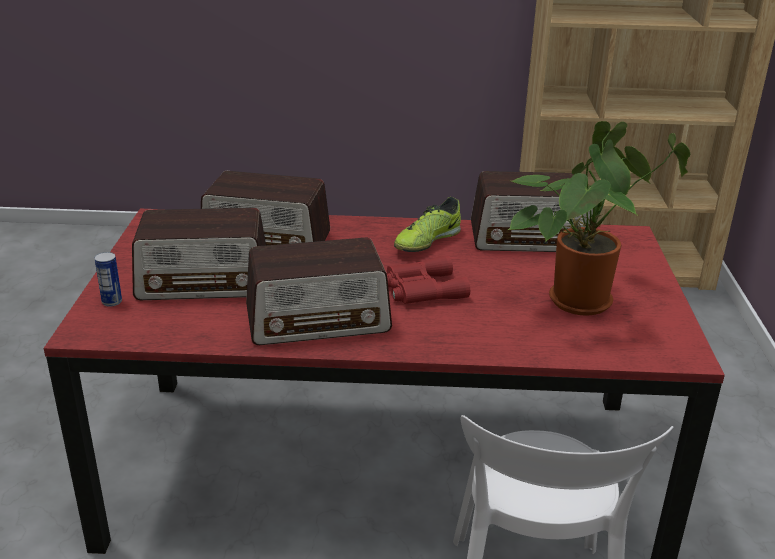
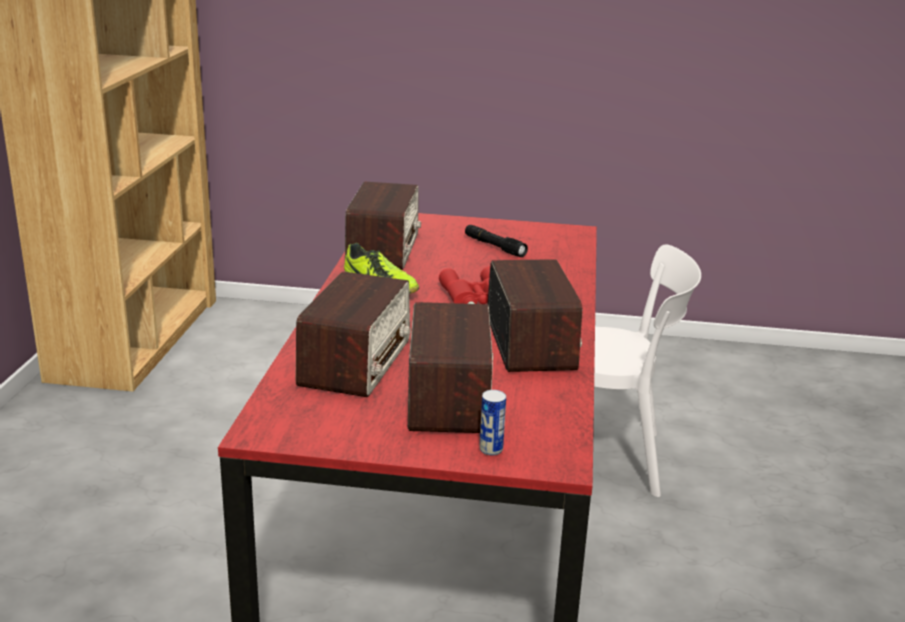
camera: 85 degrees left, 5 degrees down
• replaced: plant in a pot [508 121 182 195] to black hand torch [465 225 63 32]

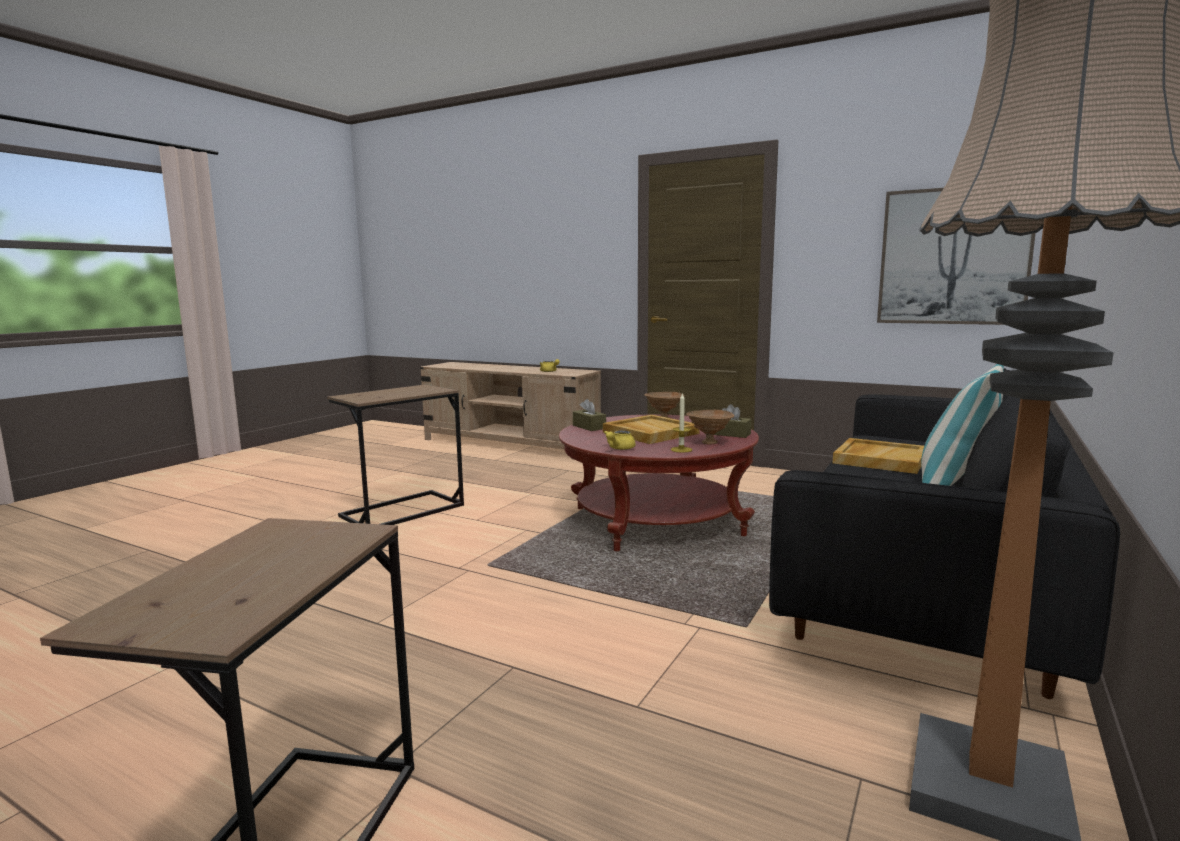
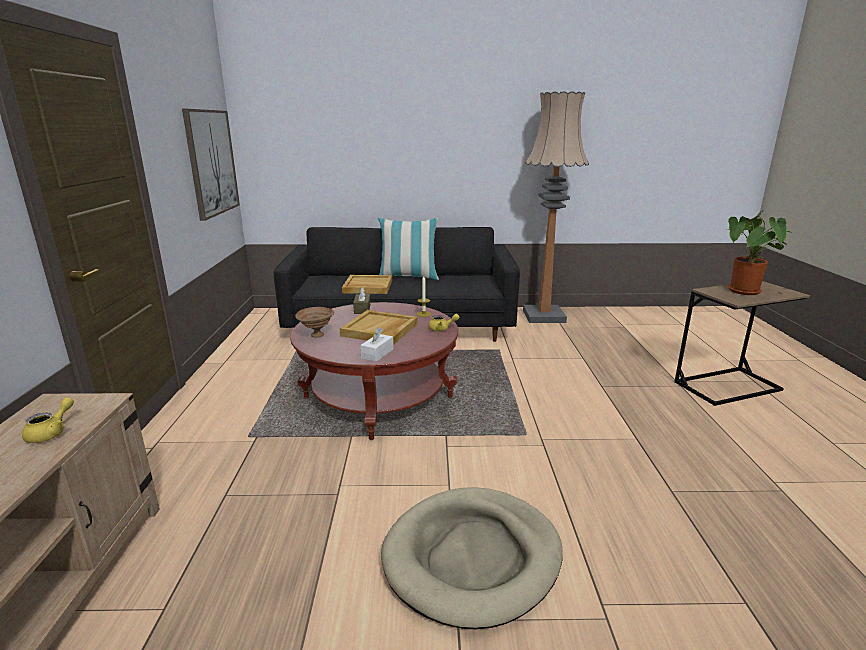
camera: 120 degrees left, 10 degrees up
• replaced: brown-coloured end table [327 385 137 140] to beige-coloured pet bed [381 487 182 142]
• recoloured: brown-coloured tissue box [573 399 33 32] to whitish tissue box [360 328 33 34]
• removed: brown-coloured bowl [686 410 48 34]
• added: plant in a pot [728 210 65 85]

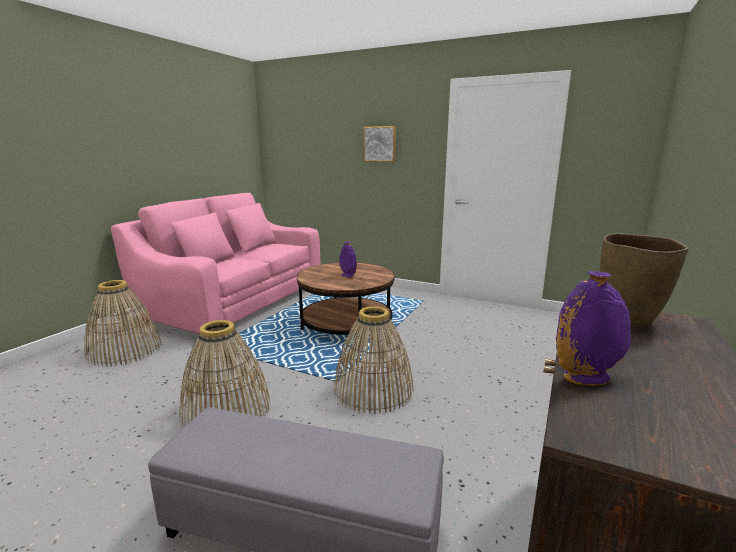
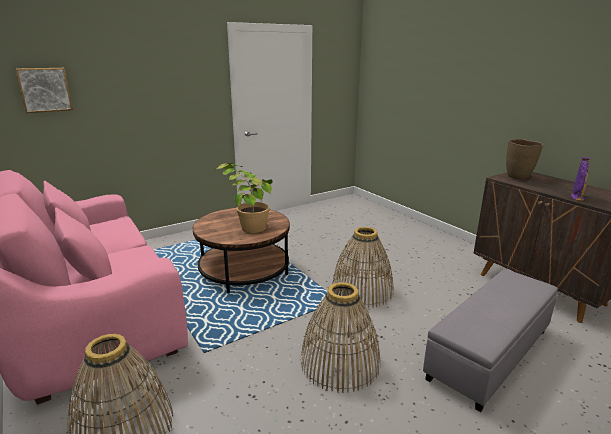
camera: 60 degrees left, 5 degrees up
• moved: wall picture [364 126 32 36] to [15 68 58 45]
• replaced: purple flower vase [339 242 18 36] to plant in a pot [215 163 58 70]

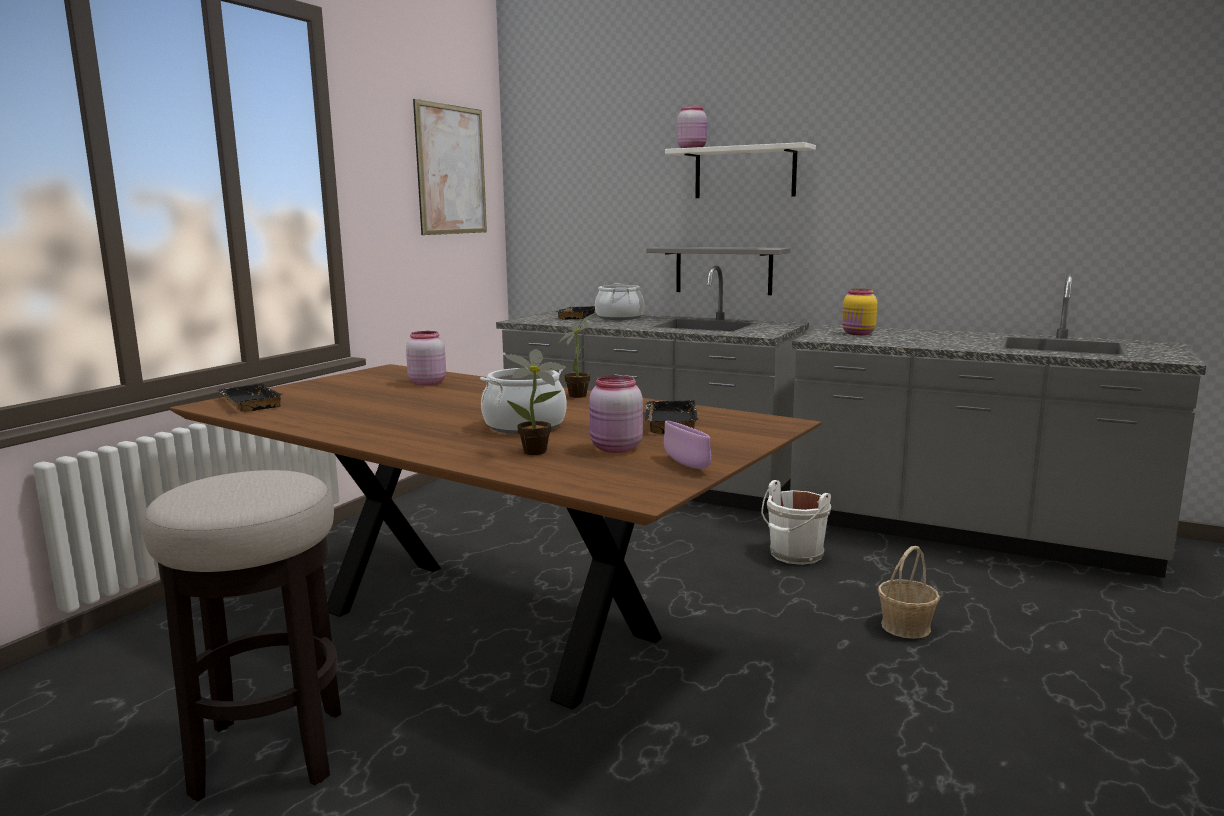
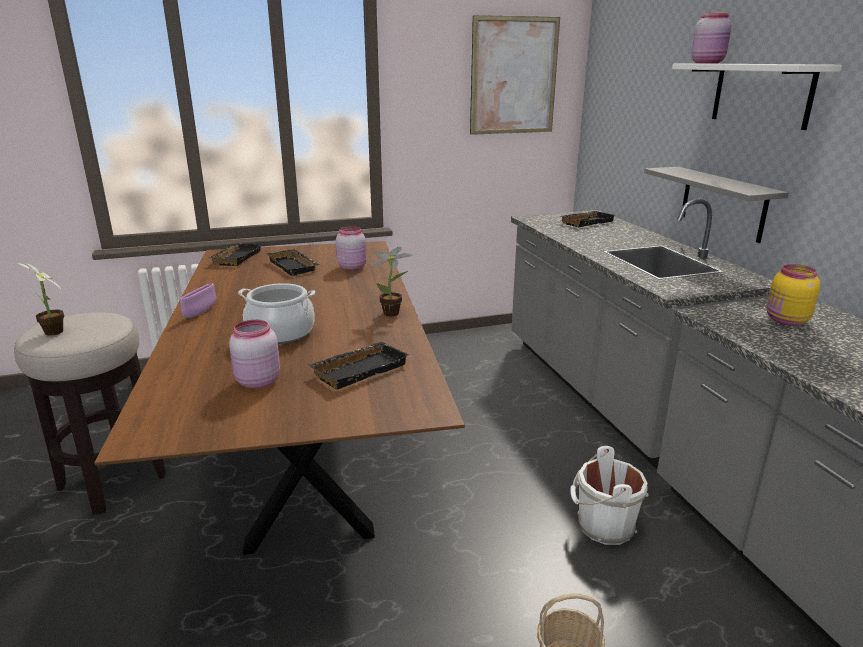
camera: 45 degrees right, 10 degrees up
• removed: stockpot [595 283 49 37]
• moved: plant in a pot [505 349 61 106] to [17 262 47 74]
• moved: purple bowl [664 421 47 48] to [180 283 36 35]
• added: black serving tray [266 249 53 27]

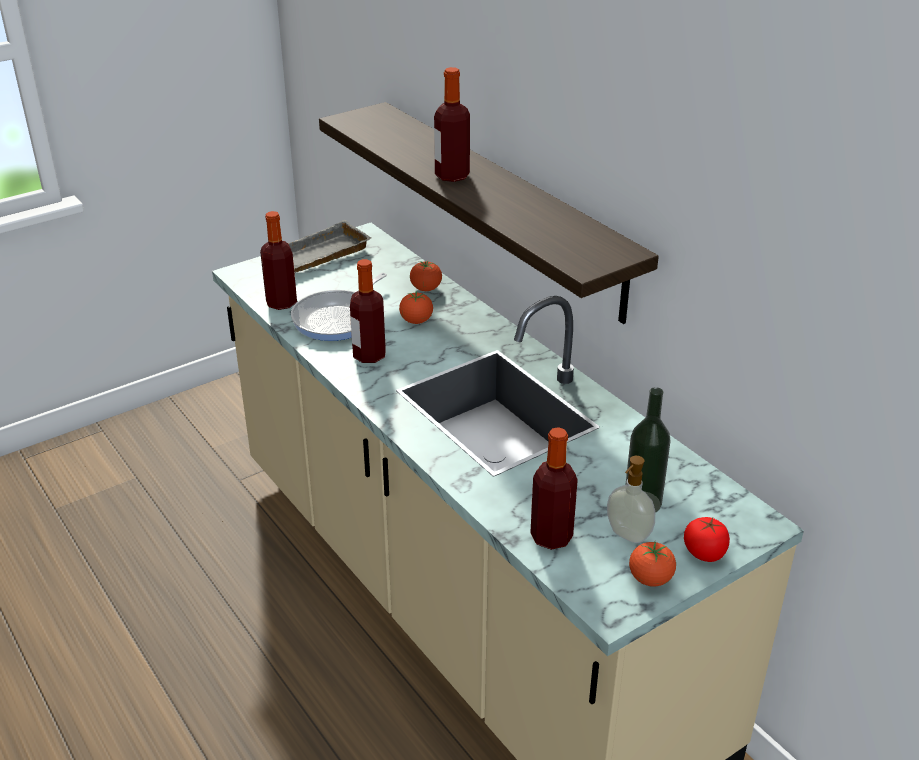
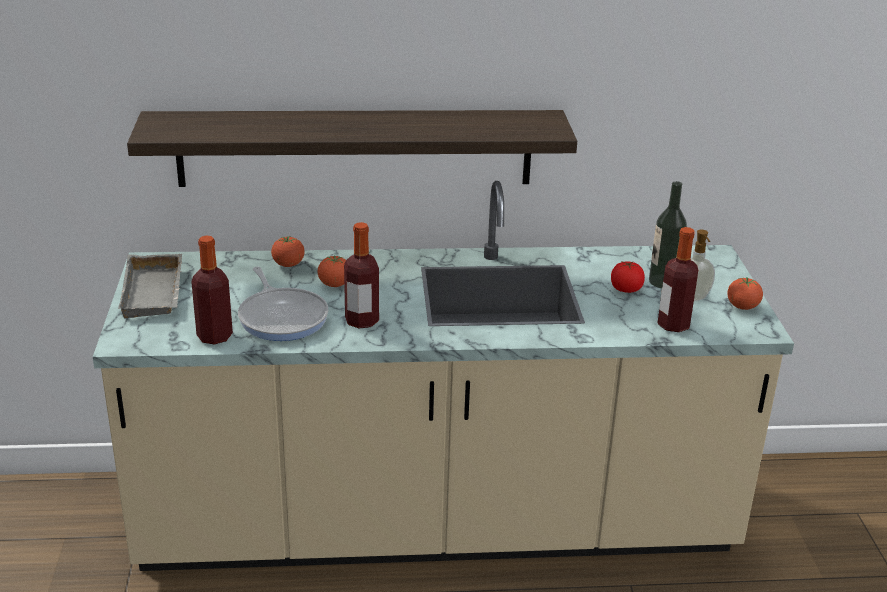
camera: 60 degrees left, 5 degrees down
• removed: beverage bottle [434 67 36 115]
• moved: tomato [684 517 46 45] to [611 261 34 32]

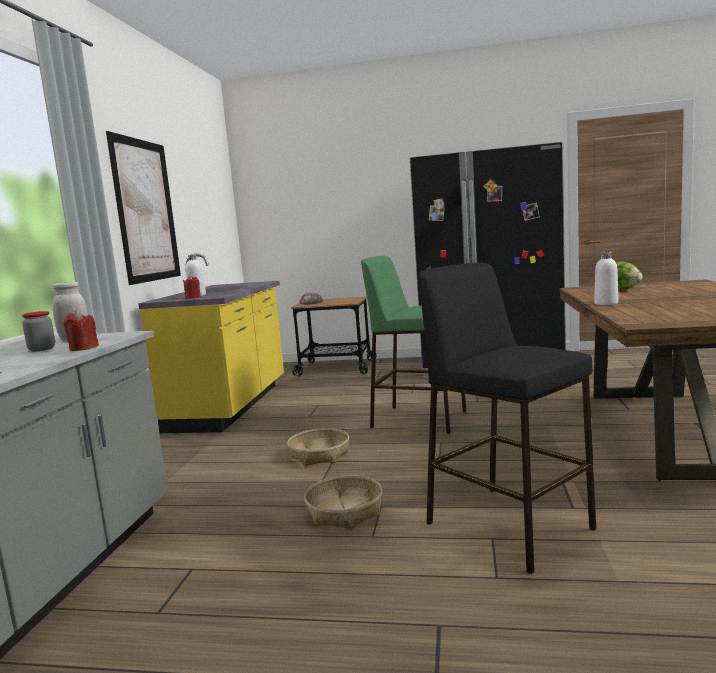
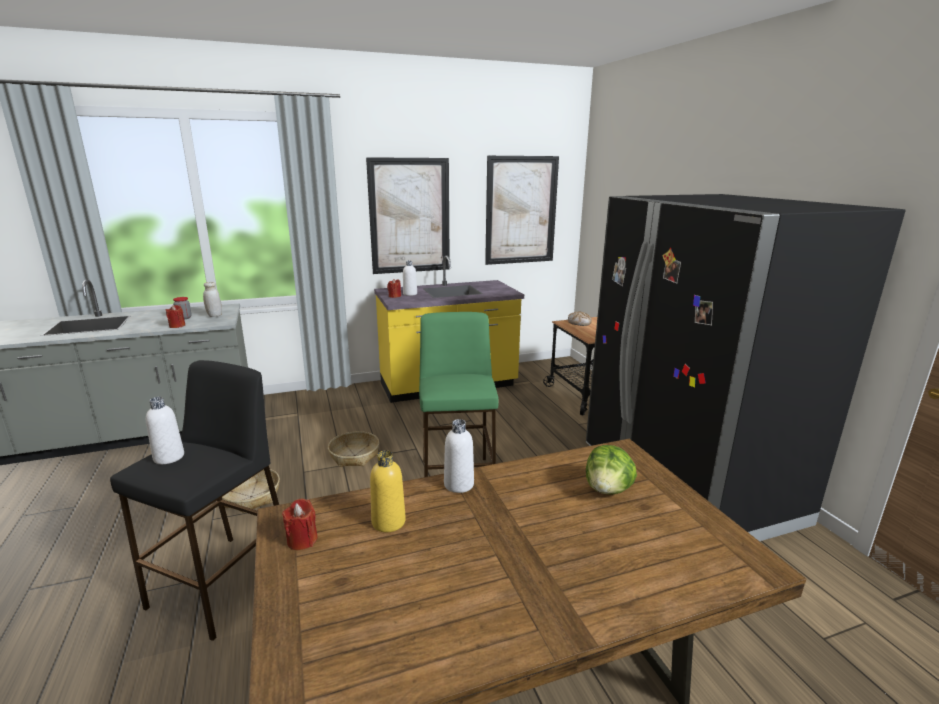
camera: 60 degrees right, 10 degrees up
• added: wall picture [485 156 74 109]
• added: whitish beverage bottle [146 397 38 67]
• added: yellow-coloured beverage bottle [370 450 36 82]
• added: reddish wax light [282 499 36 51]

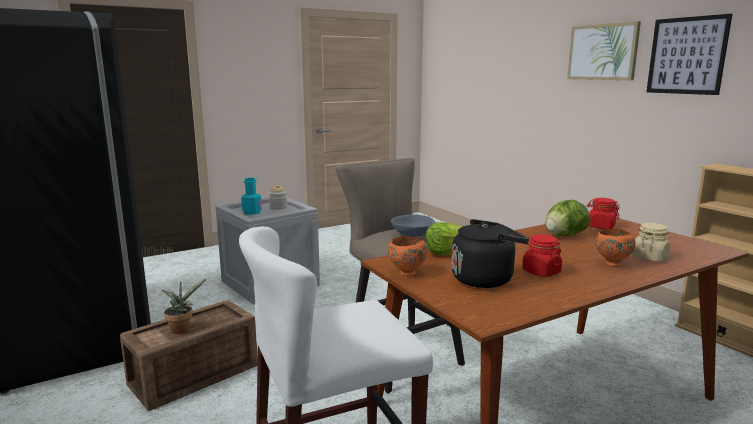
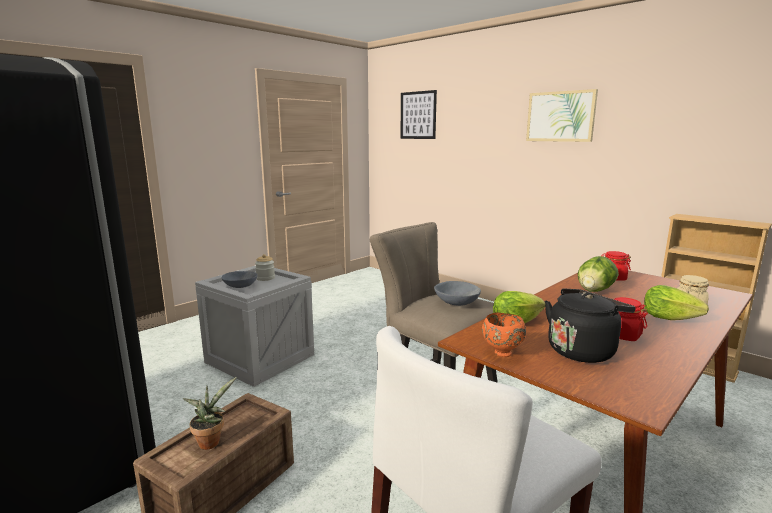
camera: 15 degrees left, 0 degrees up
• moved: wall picture [646 14 86 81] to [400 90 37 49]
• replaced: turquoise beverage bottle [241 178 21 37] to greyish bowl [222 271 36 17]
• replaced: orangey bowl [595 229 41 38] to head of lettuce [644 285 65 35]

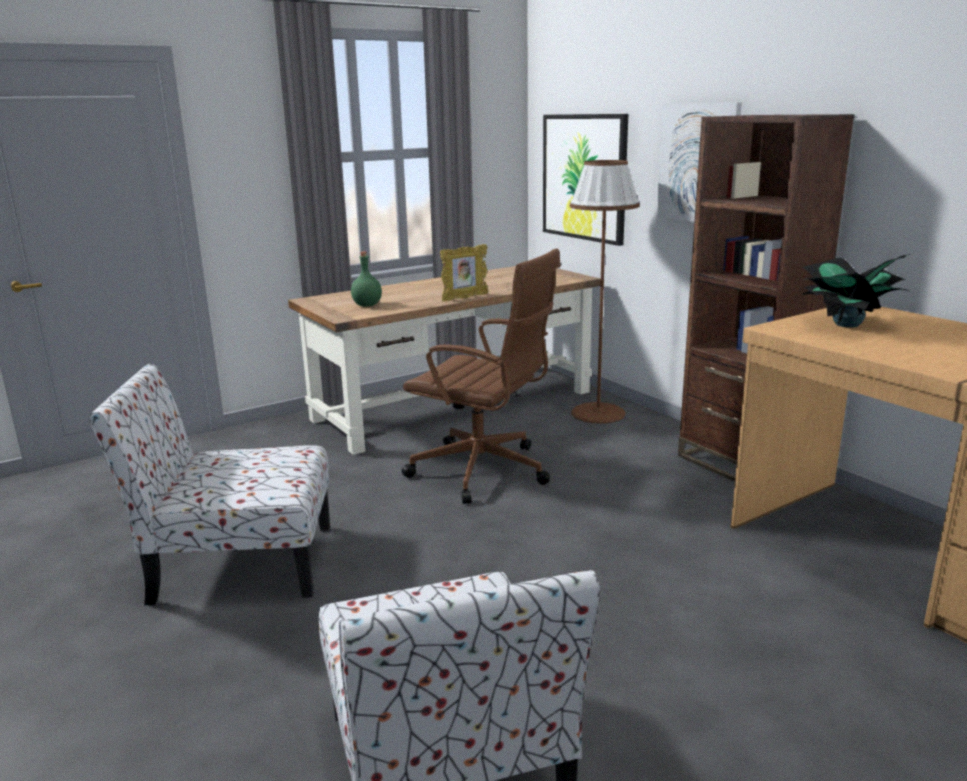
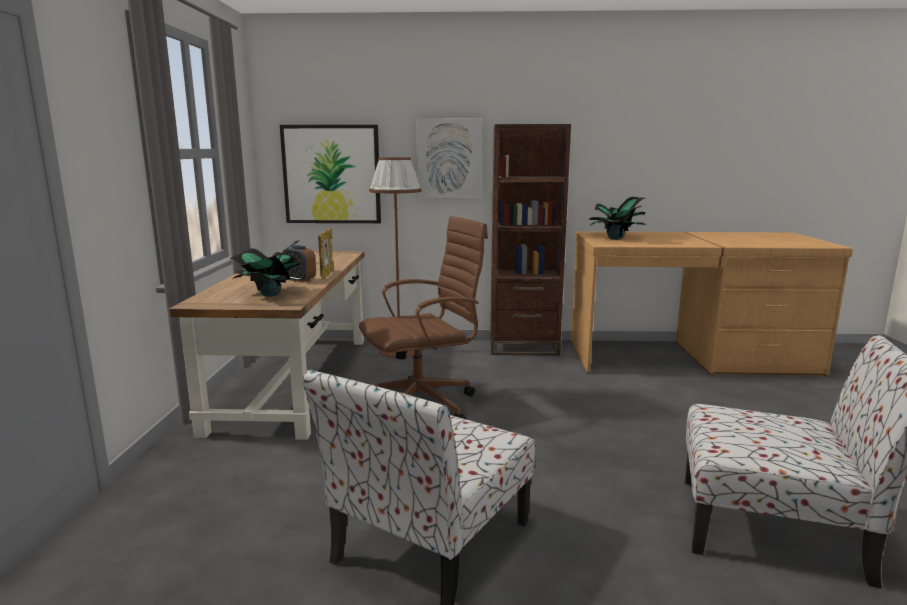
camera: 55 degrees left, 5 degrees down
• replaced: greenish beverage bottle [351 252 31 54] to plant in a pot [229 240 75 56]
• added: bedside clock [282 245 34 37]

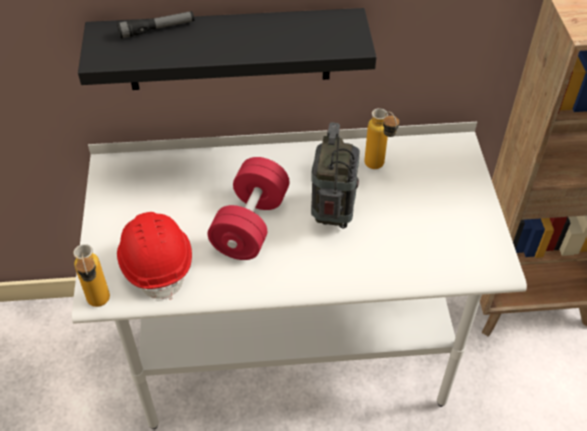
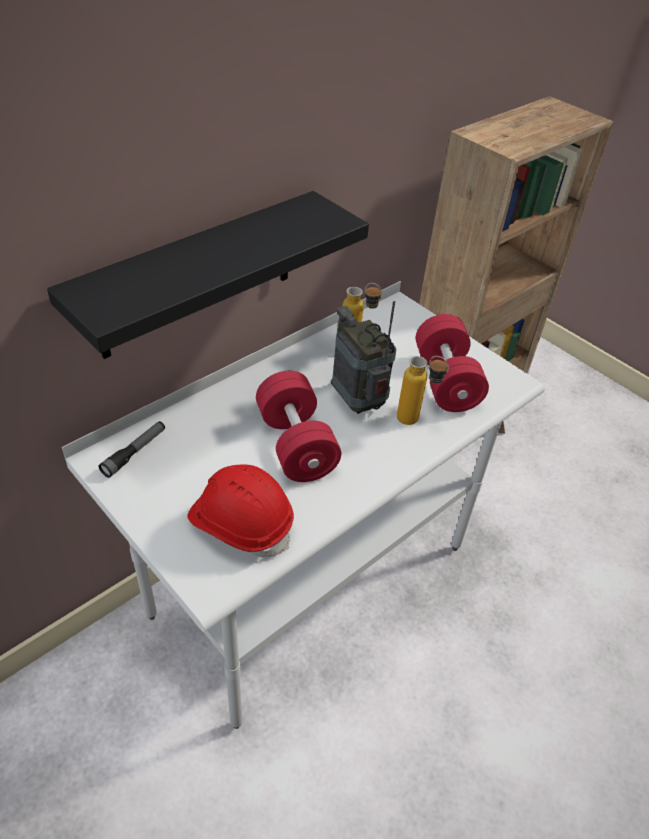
camera: 40 degrees left, 5 degrees down
• moved: hand torch [117 11 77 27] to [99 421 66 57]
• moved: beverage bottle [73 244 37 63] to [397 356 52 69]
• added: reddish hand weight [416 314 73 98]

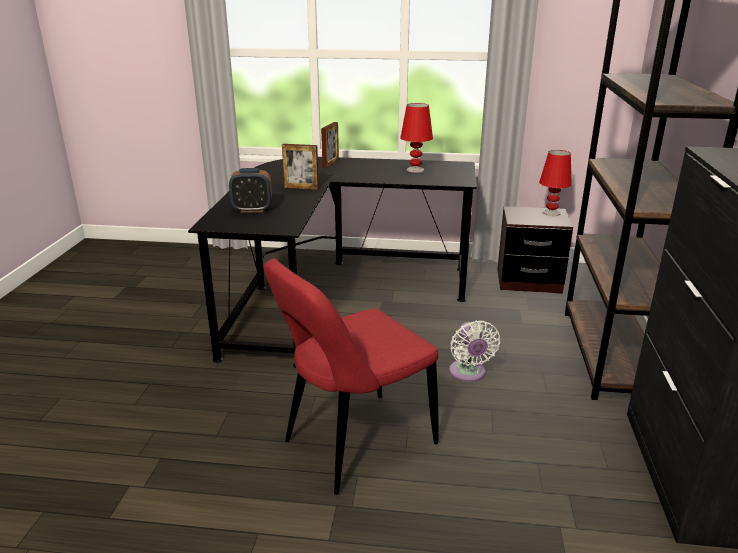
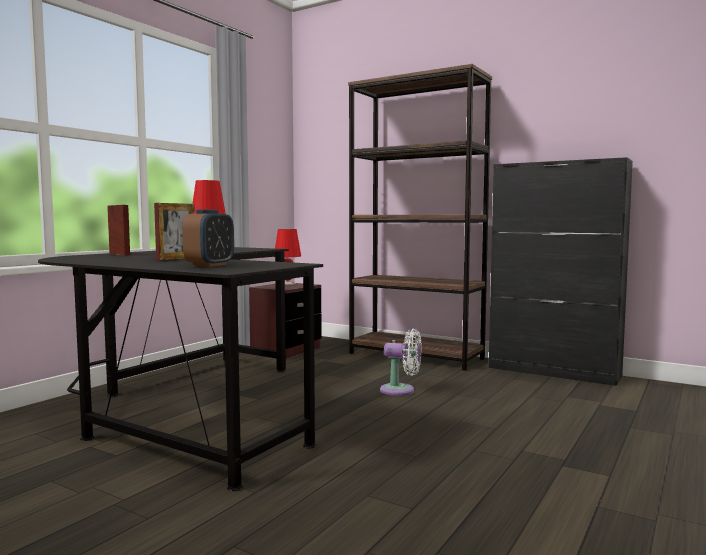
camera: 65 degrees left, 20 degrees down
• removed: reddish upright chair [264 259 175 236]

